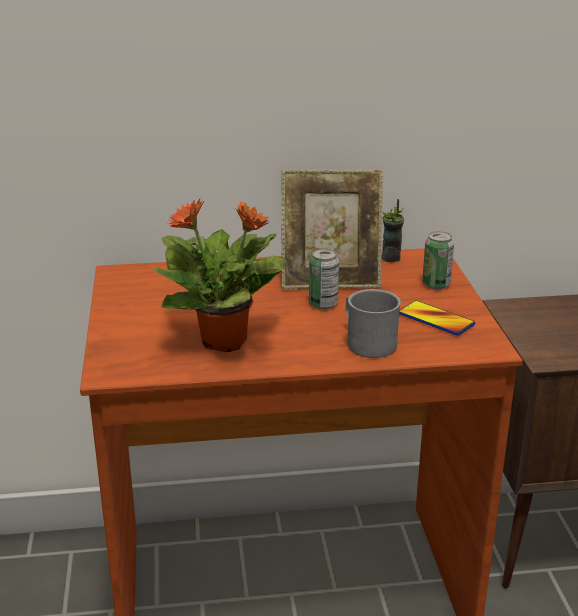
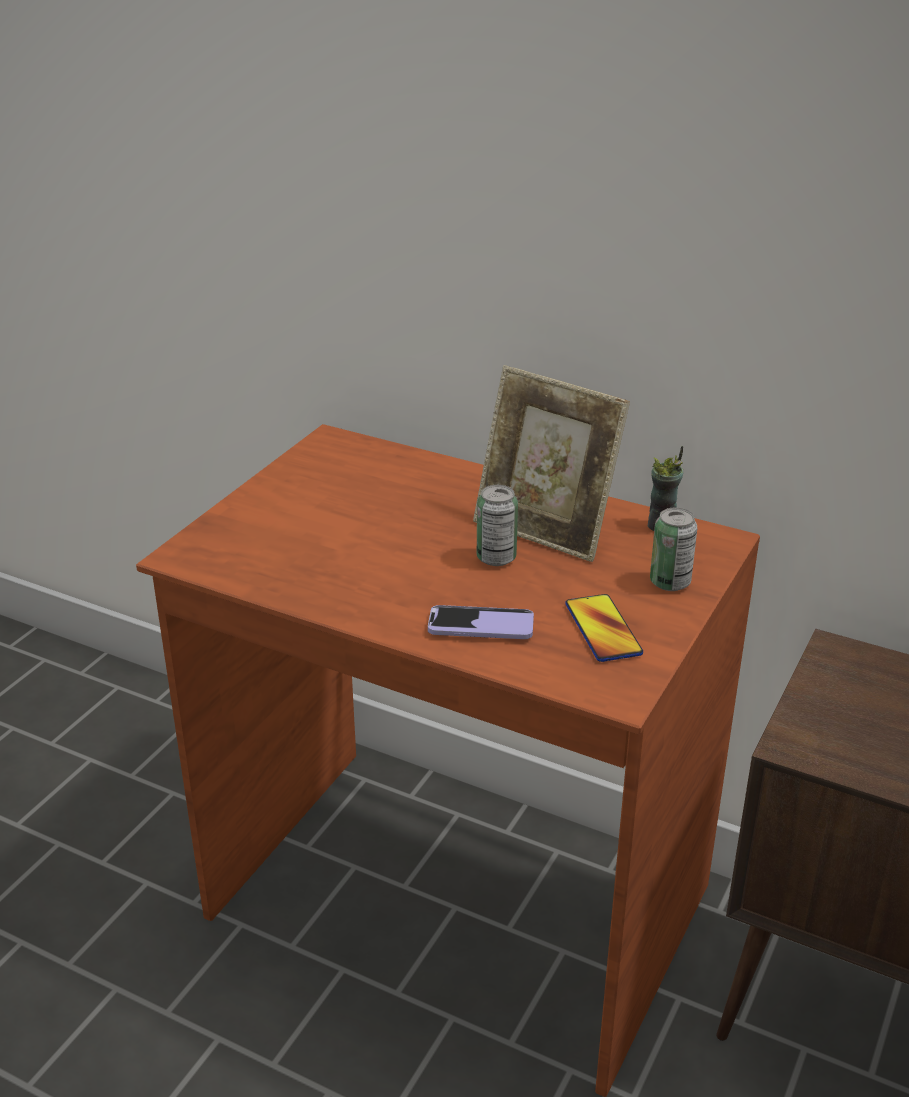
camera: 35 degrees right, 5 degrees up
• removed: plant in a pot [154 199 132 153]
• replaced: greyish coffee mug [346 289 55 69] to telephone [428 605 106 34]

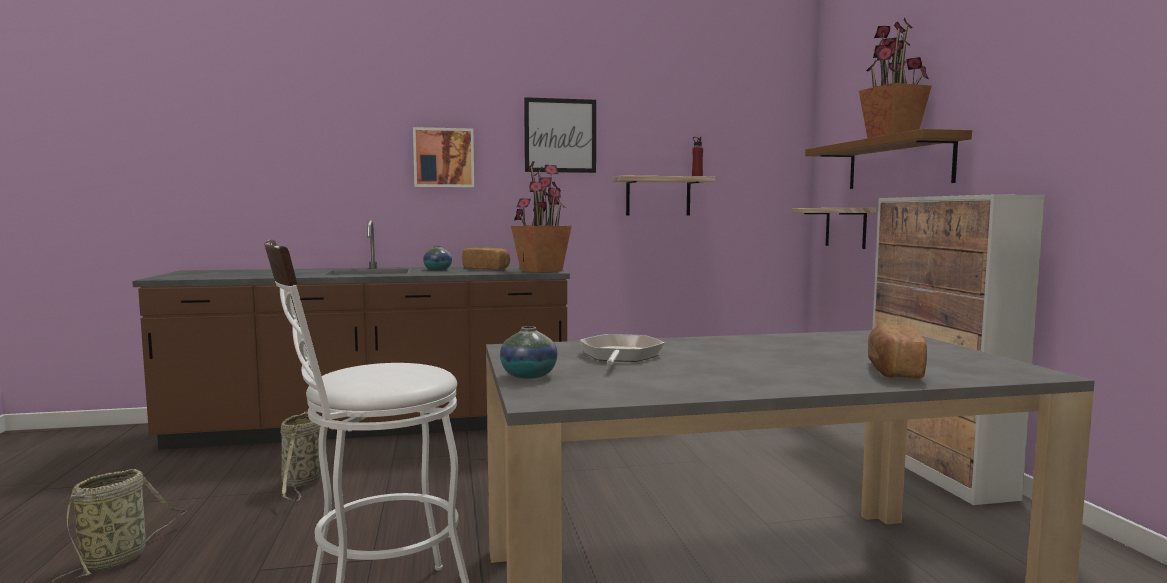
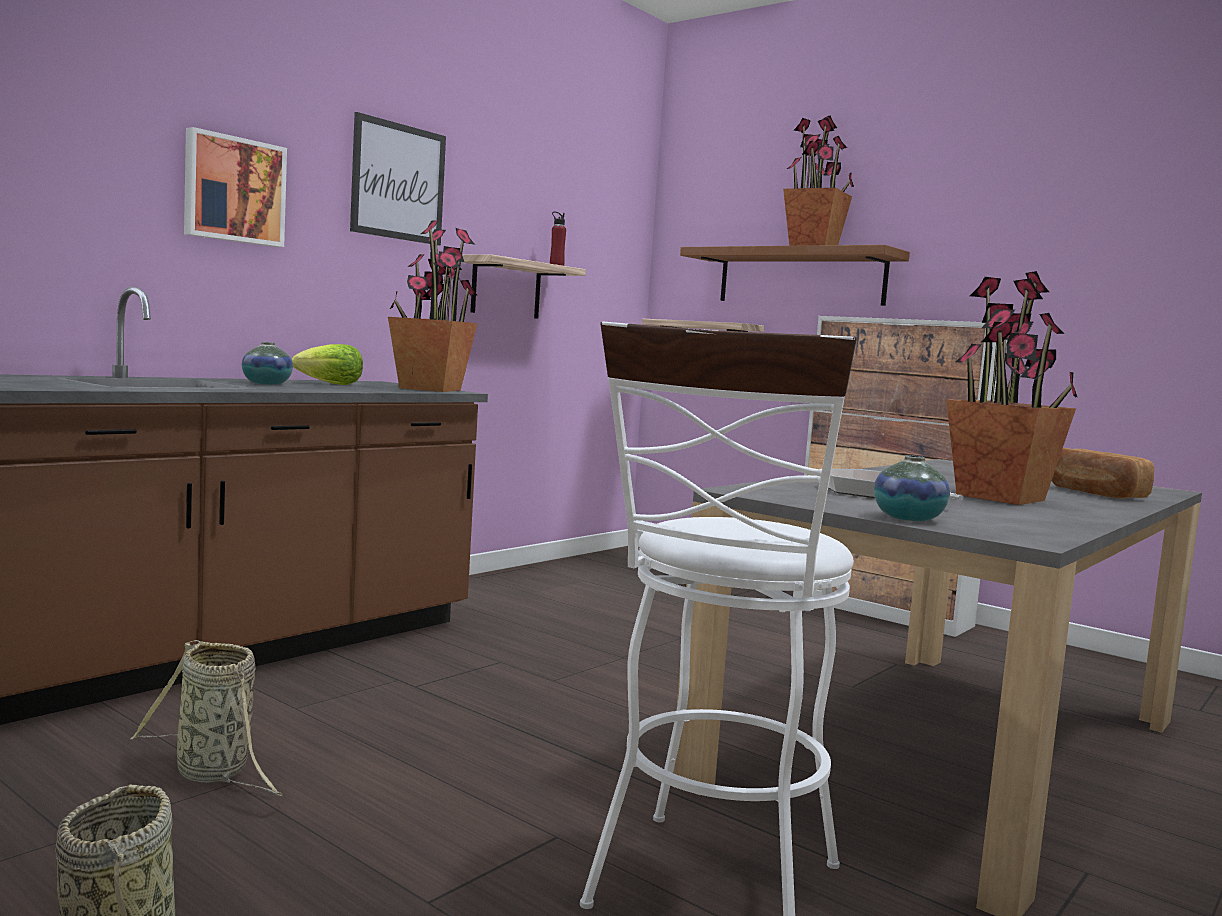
camera: 40 degrees left, 0 degrees up
• replaced: baked bread [462 248 48 22] to head of lettuce [292 344 71 41]
• added: plant in a pot [946 271 132 234]

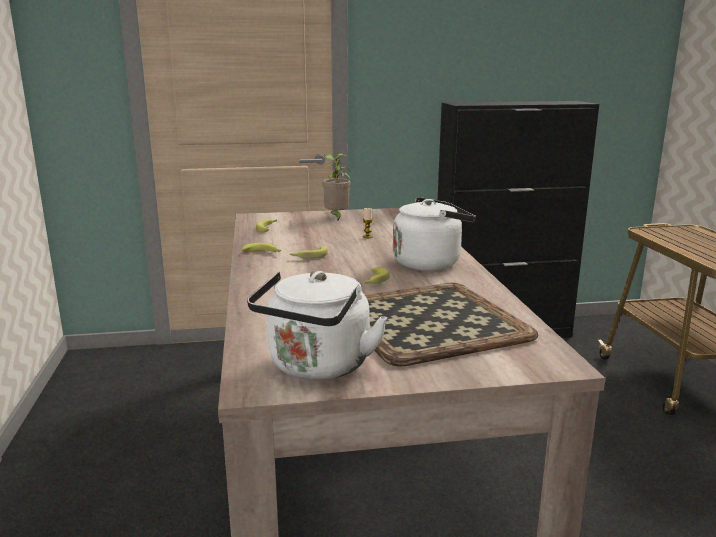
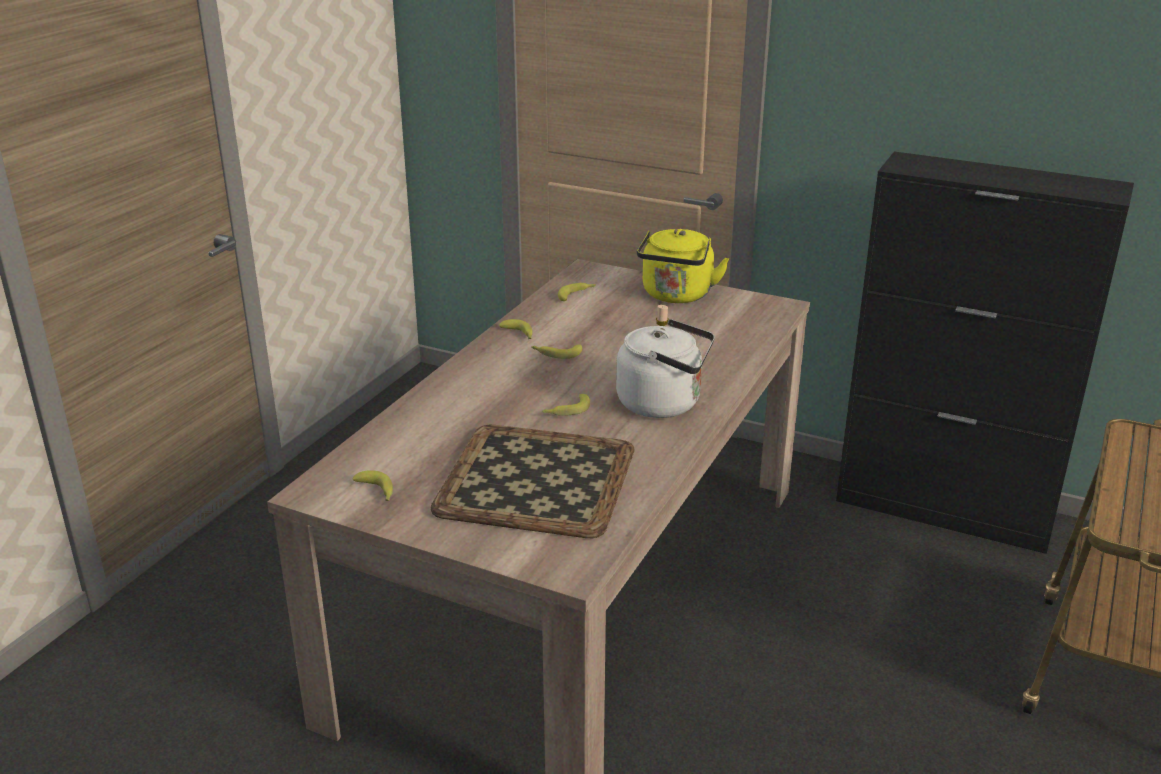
camera: 35 degrees right, 10 degrees up
• replaced: plant in a pot [322 153 28 67] to yellow-coloured water kettle [637 229 92 74]
• replaced: whitish water kettle [247 271 141 109] to banana fruit [353 470 40 31]

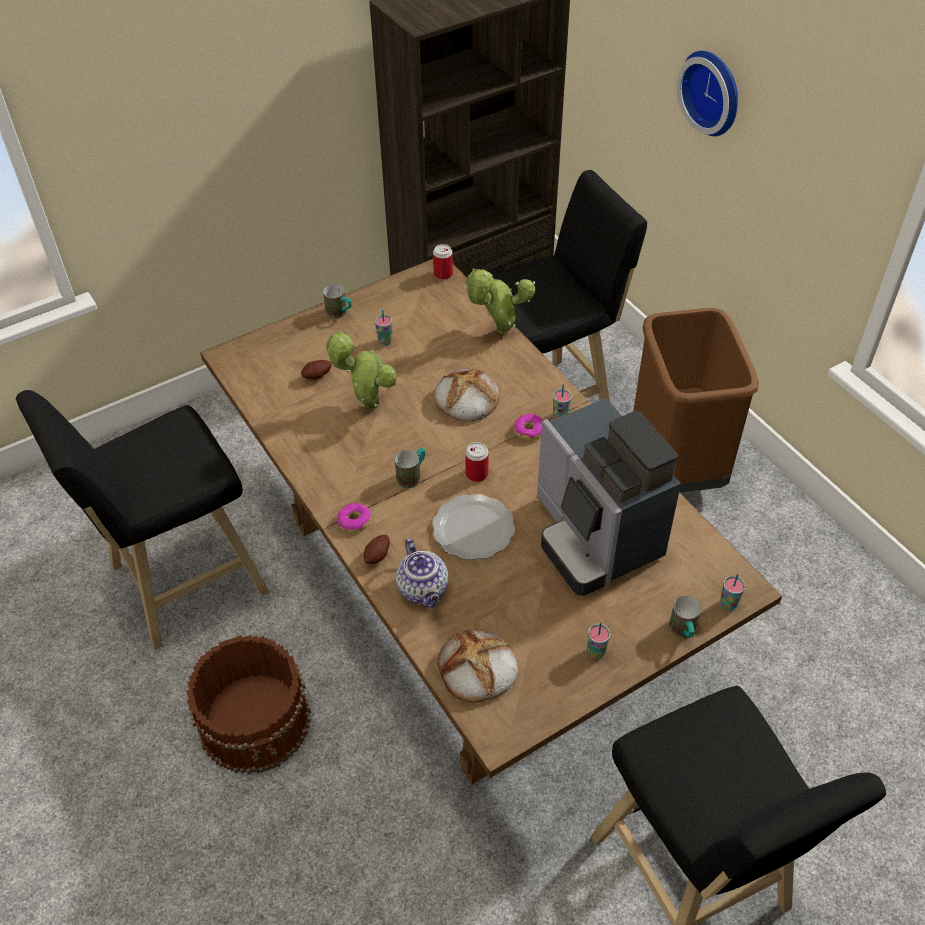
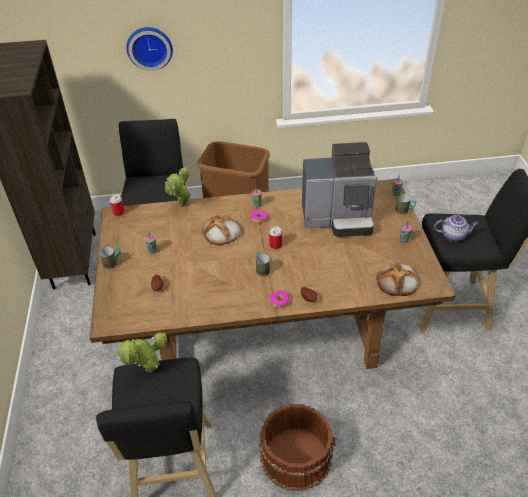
camera: 65 degrees left, 5 degrees down
• moved: plant in a pot [324 330 73 79] to [117 332 50 40]
• removed: dinner plate [432 494 83 66]
• moved: pot for tea [396 538 52 70] to [434 215 45 27]

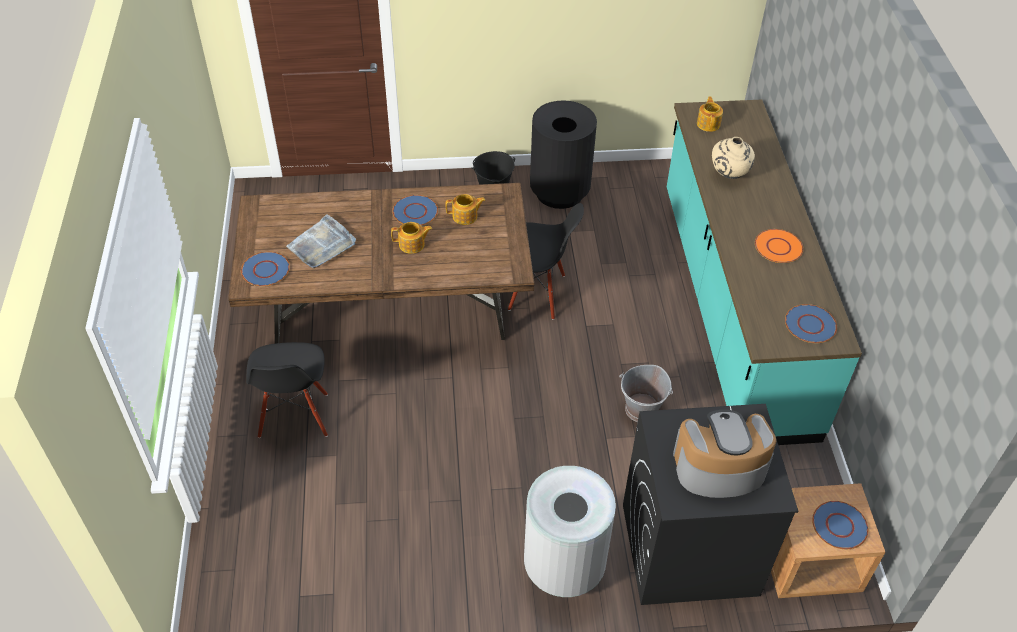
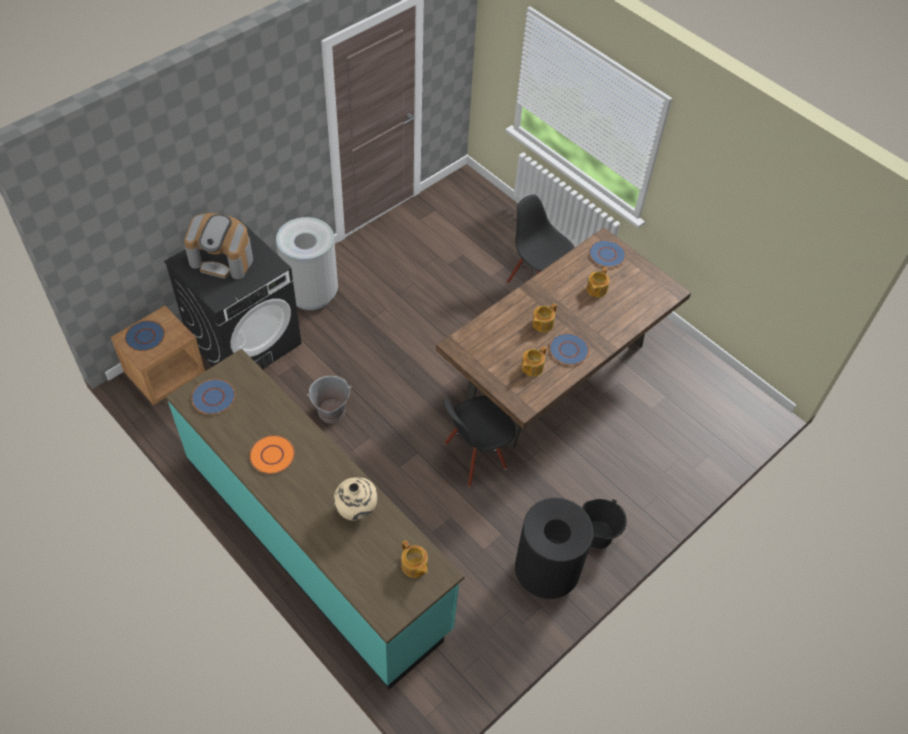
camera: 140 degrees right, 5 degrees up
• replaced: greyish serving tray [286 214 70 55] to pot for tea [587 267 23 30]
• turned: coffee machine [673 410 103 88] = [184 213 69 66] 60 degrees clockwise

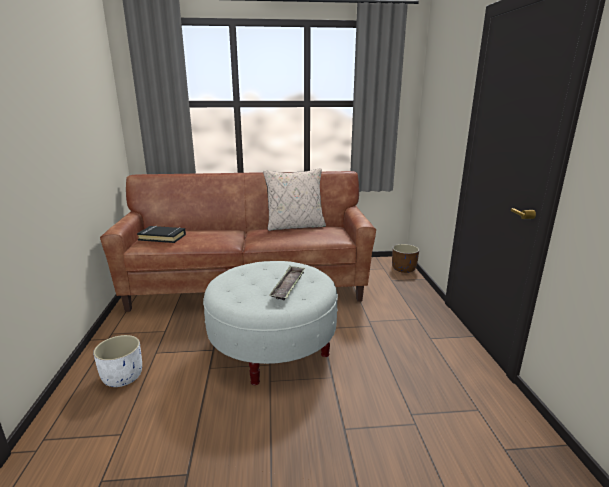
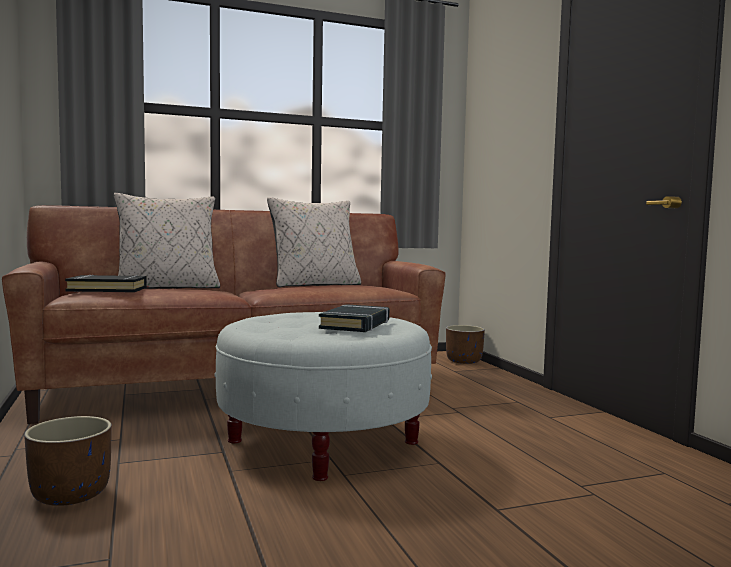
camera: 15 degrees left, 15 degrees down
• replaced: serving tray [270 265 35 35] to black volume [319 304 70 28]
• recoloured: whitish planter [93 335 49 52] to brown-coloured planter [24 416 88 90]
• added: beige-coloured throw pillow [114 193 106 96]

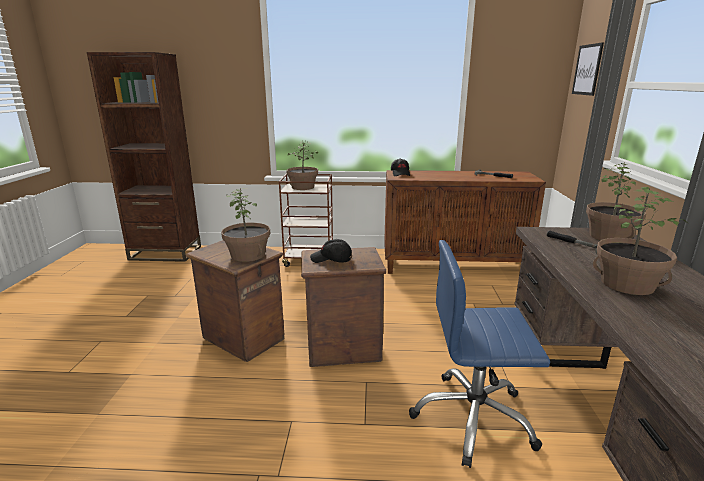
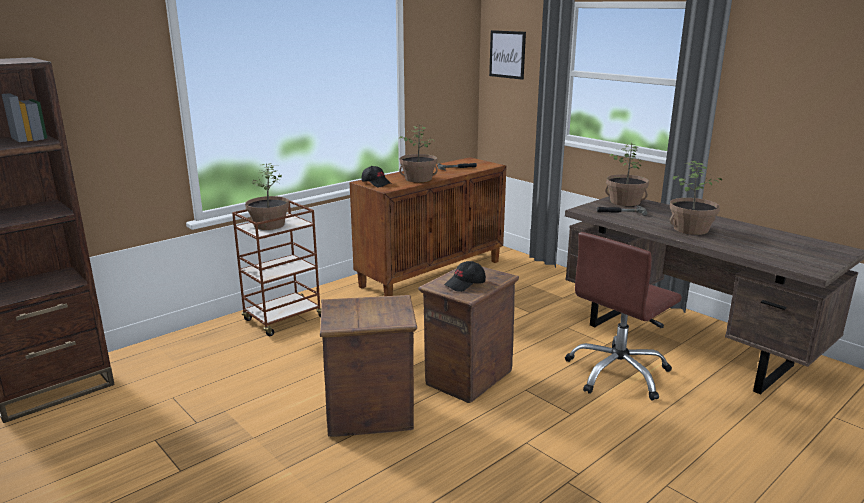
camera: 45 degrees left, 0 degrees up
• moved: plant in a pot [221 188 49 74] to [399 126 39 56]
• recoloured: blue computer chair [409 240 141 228] to brown-coloured computer chair [565 232 117 168]

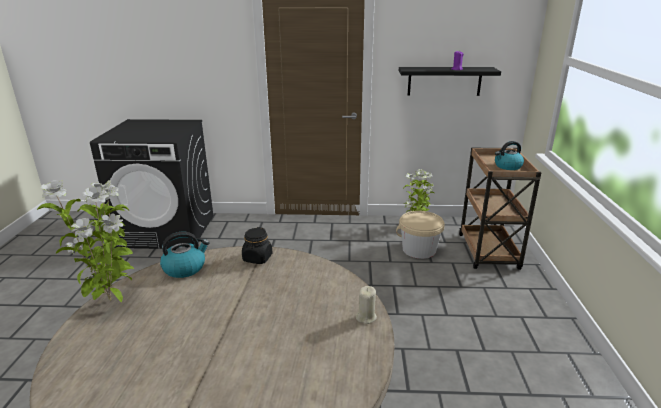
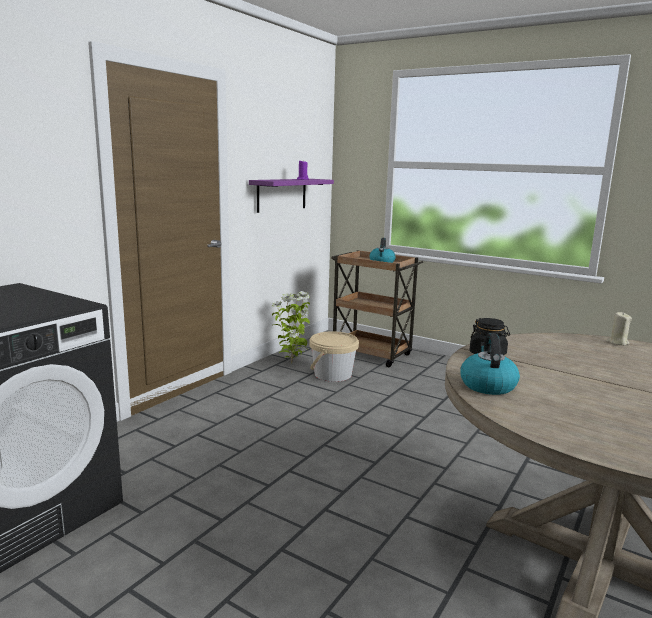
camera: 60 degrees left, 10 degrees down
• recoloured: black bracket shelf [399 67 102 29] to purple bracket shelf [249 179 85 34]
• removed: plant in a pot [37 180 97 122]

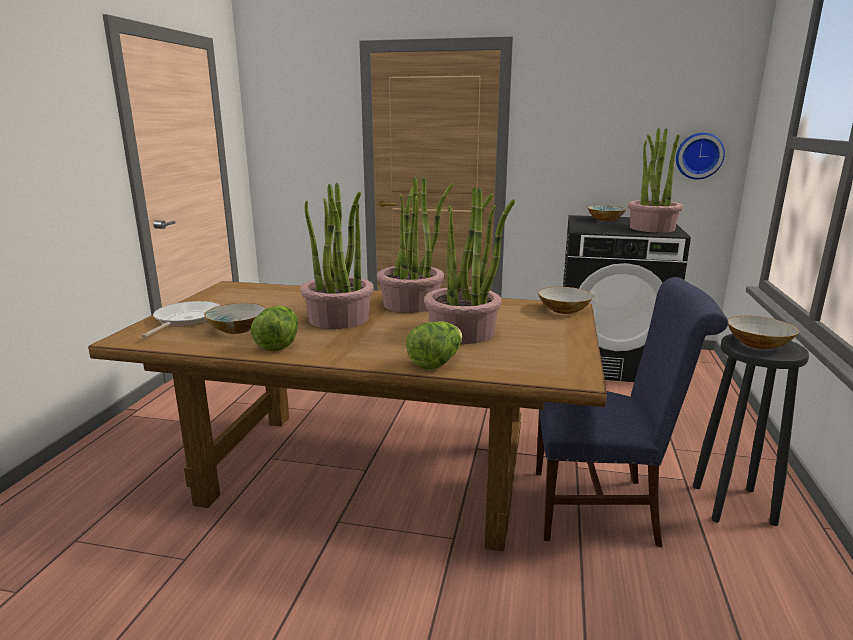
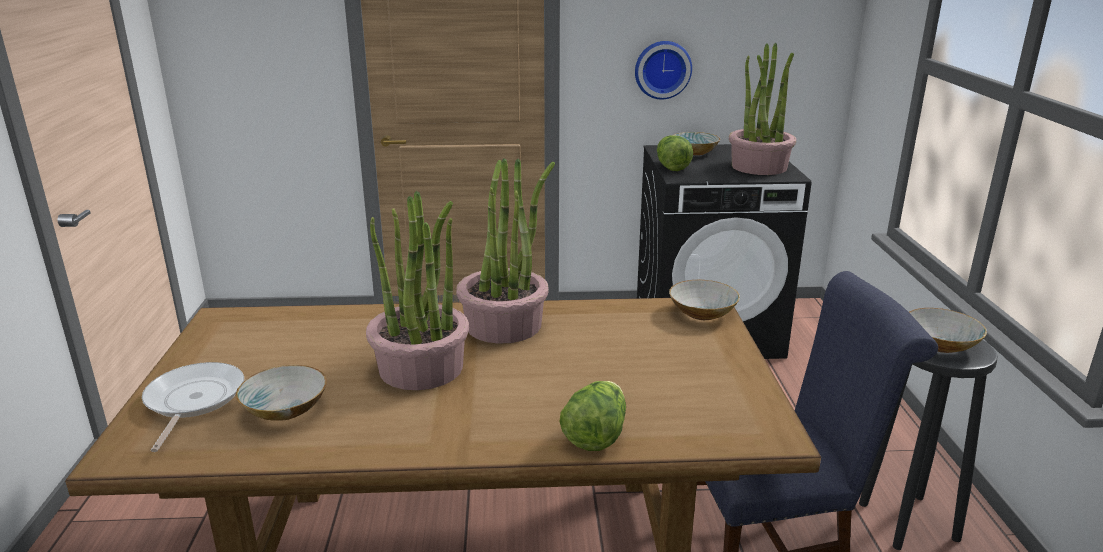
camera: 15 degrees left, 5 degrees up
• moved: clock on the wall [676 133 49 46] to [635 41 57 58]
• removed: plant in a pot [424 187 91 157]
• moved: head of lettuce [251 306 47 45] to [657 135 36 36]

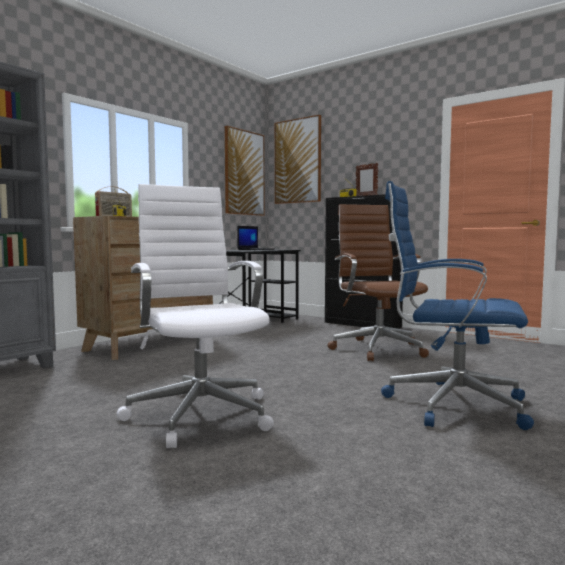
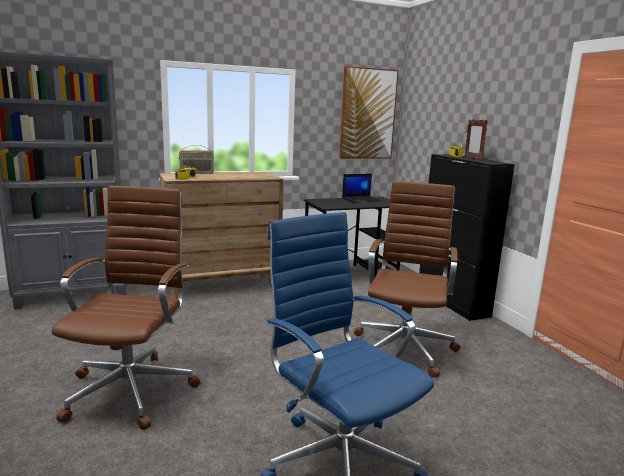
camera: 30 degrees right, 10 degrees up
• removed: wall picture [275 115 46 89]
• recoloured: whitish computer chair [117 184 157 264] to brown-coloured computer chair [52 185 148 245]

